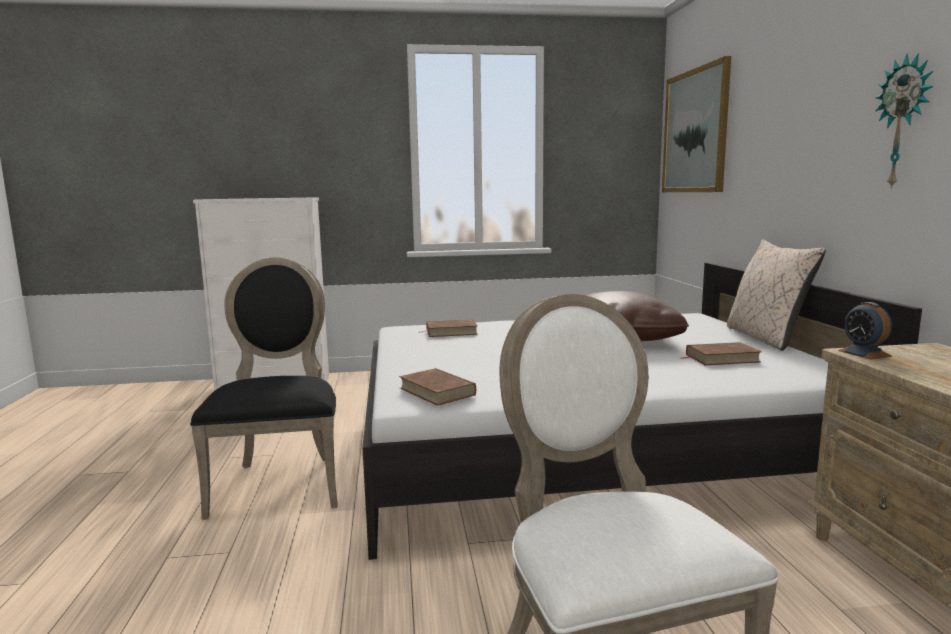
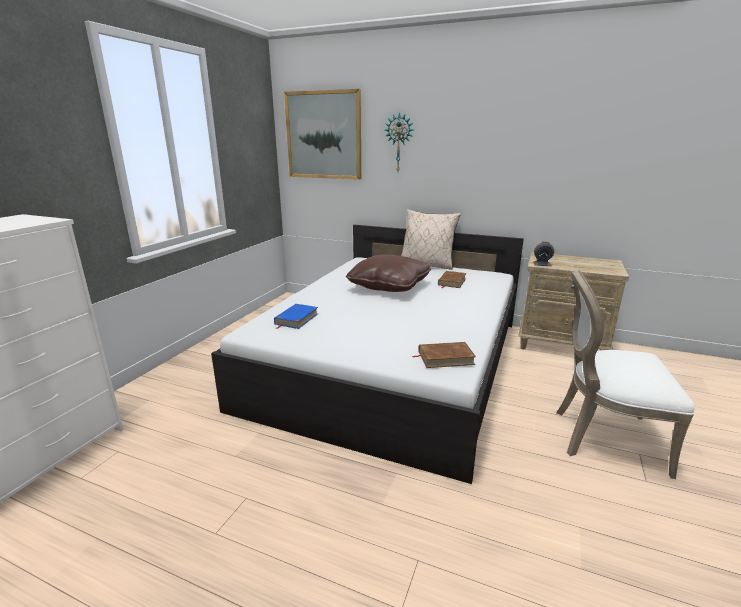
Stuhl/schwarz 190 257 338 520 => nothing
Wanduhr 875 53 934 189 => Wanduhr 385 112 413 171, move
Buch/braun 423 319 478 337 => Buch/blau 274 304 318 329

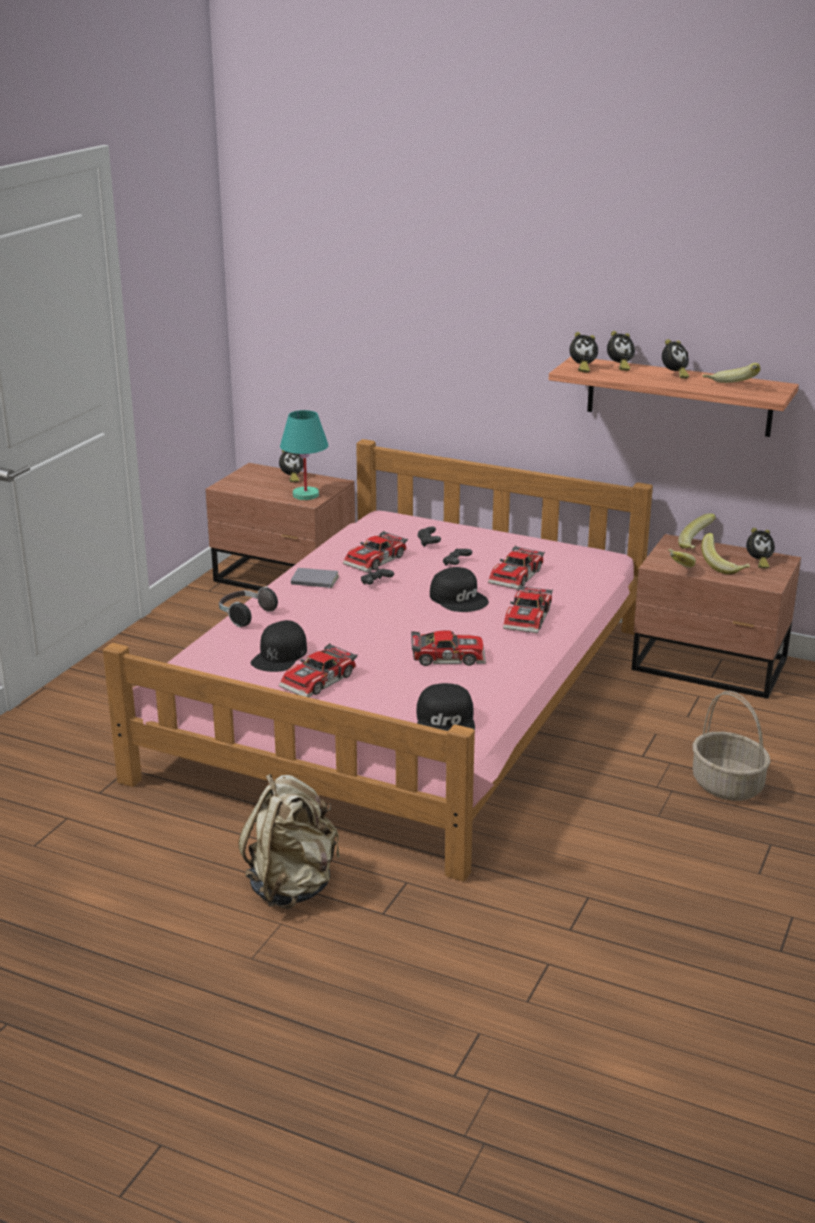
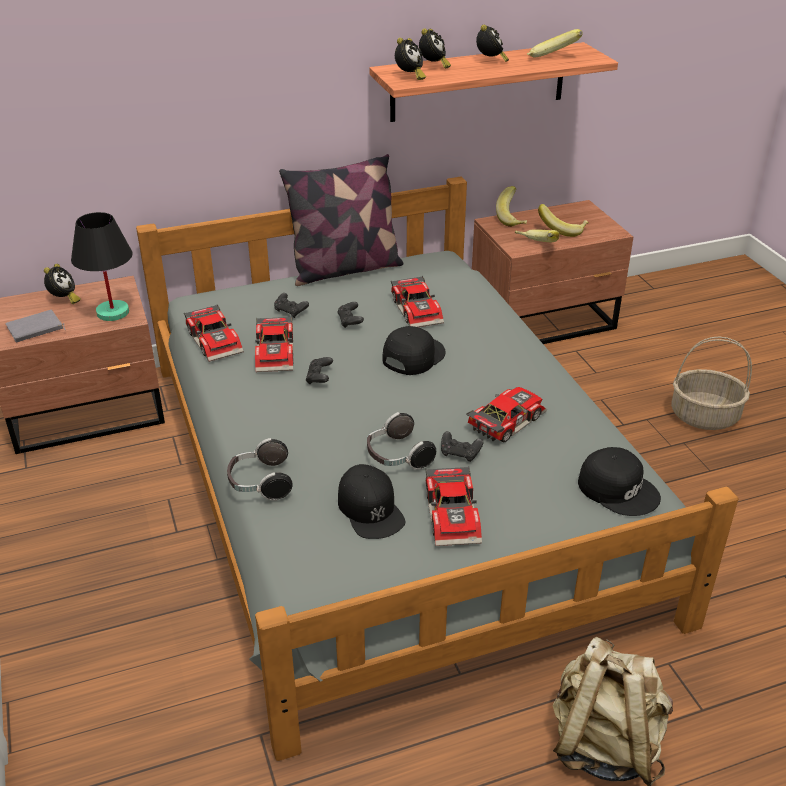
Wecker 746 528 775 569 => nothing
nothing => Kissen 279 154 403 286
nothing => Kopfhörer 367 412 436 470
nothing => Gamepad/schwarz 441 431 483 462
Buch/grau 291 568 339 589 => Buch/grau 6 310 65 342, move
Spielzeugauto 503 585 553 633 => Spielzeugauto 184 304 244 362, move
Bett/rosa 103 439 653 882 => Bett/grau 136 177 739 761
Tischlampe/türkis 280 410 328 500 => Tischlampe/schwarz 71 212 132 321
Kappe/schwarz 430 567 489 612 => Kappe/schwarz 383 326 446 375, 60 degrees counterclockwise

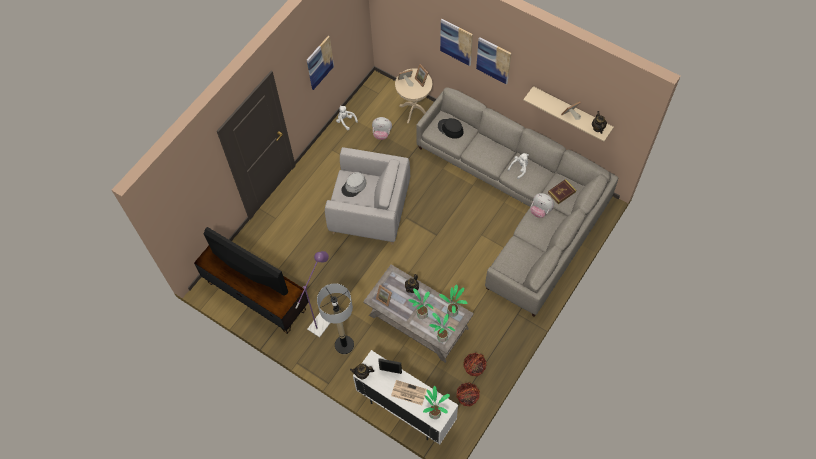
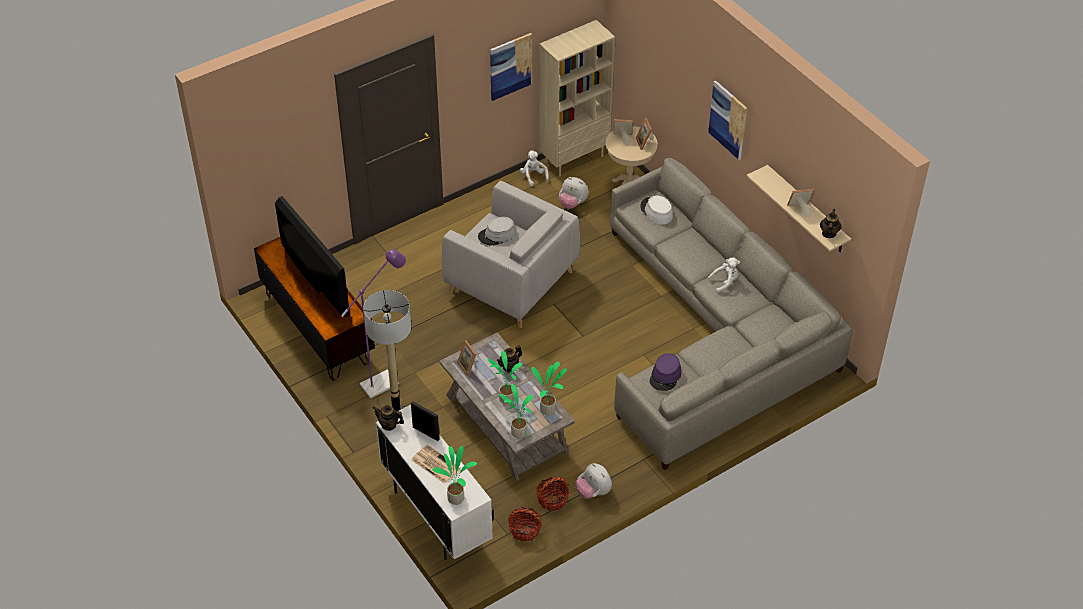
Bild 440 19 473 66 => nothing
Buch 548 179 576 204 => nothing
nothing => Bücherregal/beige 539 20 615 176
nothing => Hut/lila 650 353 681 391
Plüschtier 530 193 554 218 => Plüschtier 575 463 612 499, move
Hut/schwarz 438 118 463 139 => Hut/weiß 640 196 673 224

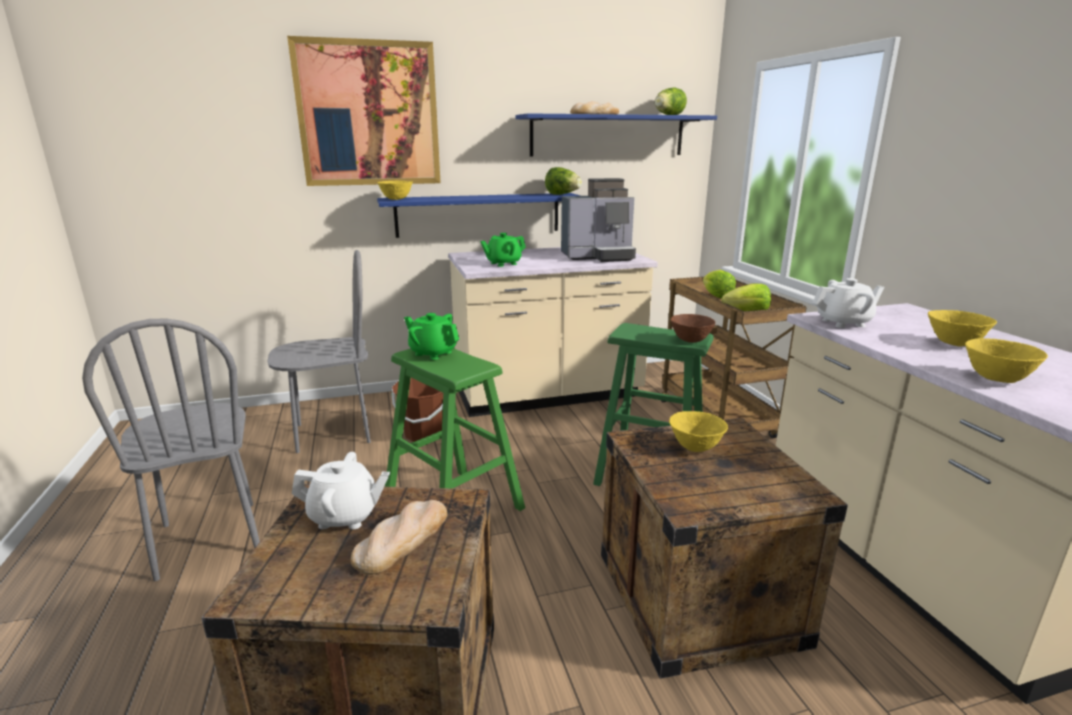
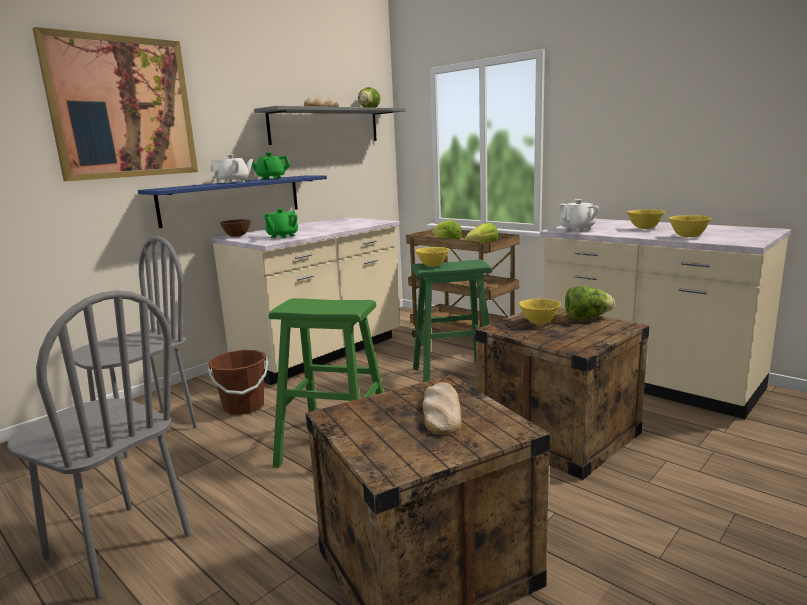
Kaffeemaschine 561 178 636 262 => nothing
Teekanne/weiß 292 452 390 529 => Teekanne/weiß 210 154 253 183, move
Schüssel/gelb 378 181 413 200 => Schüssel/gelb 416 247 449 267, move
Teekanne/grün 404 313 459 360 => Teekanne/grün 248 152 290 180, move
Salatkopf 545 167 582 195 => Salatkopf 565 286 615 319, move
Schüssel/braun 671 314 716 343 => Schüssel/braun 220 219 251 237, move
Wandregal/blau 516 113 717 156 => Wandregal/grau 254 106 406 145

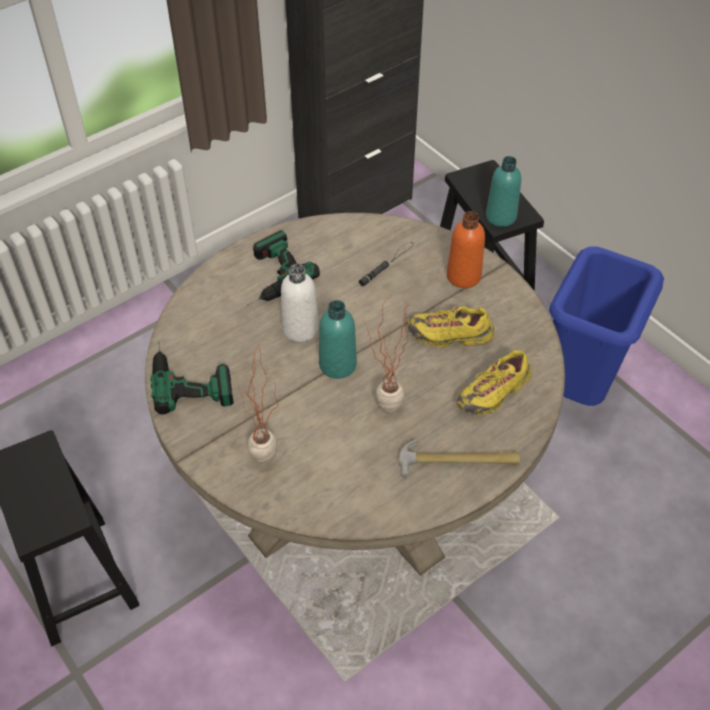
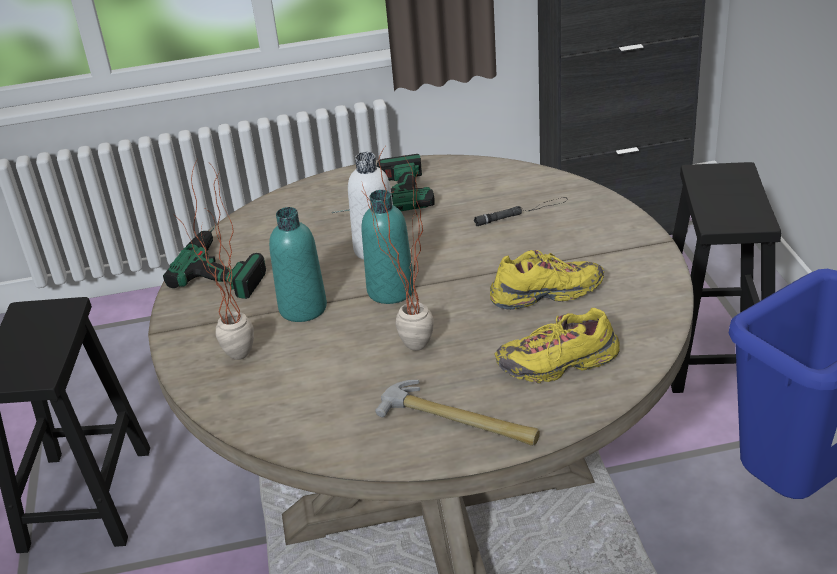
Flasche/orange 447 211 485 288 => nothing
Flasche/türkis 486 156 521 227 => Flasche/türkis 269 207 327 322, move
Schuh/gelb 407 306 494 348 => Schuh/gelb 490 250 604 310, 135 degrees clockwise

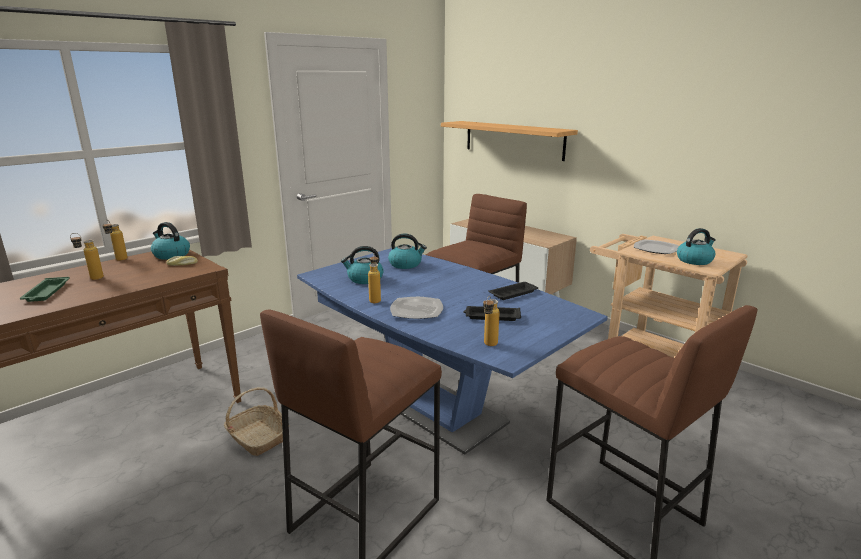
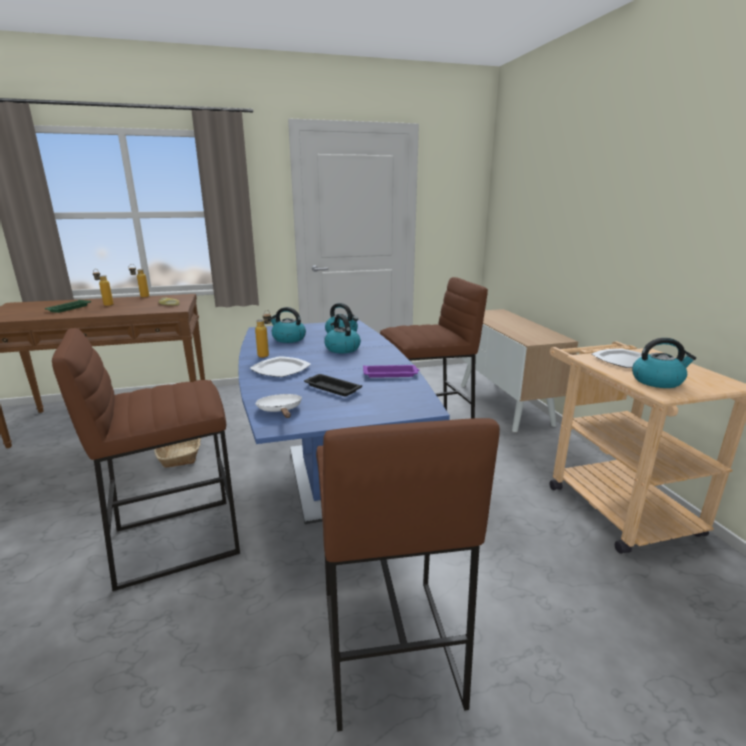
Wandregal 441 121 578 161 => nothing
Wasserkessel 151 222 190 260 => Wasserkessel 324 315 361 353, move
Flasche 483 296 500 346 => Pfanne/weiß 255 394 302 418
Tablett/schwarz 489 282 538 300 => Tablett/lila 363 365 419 377

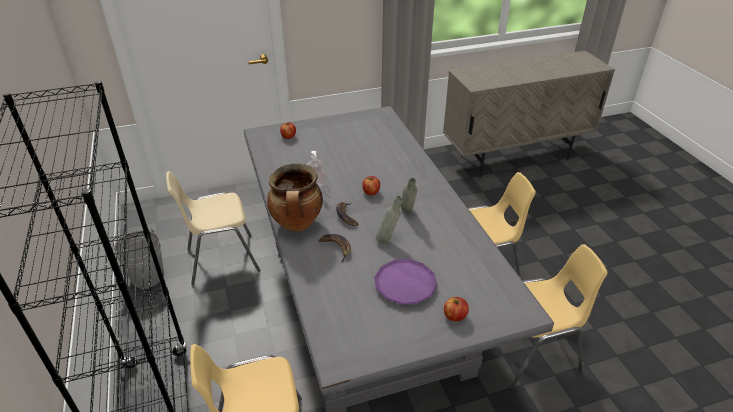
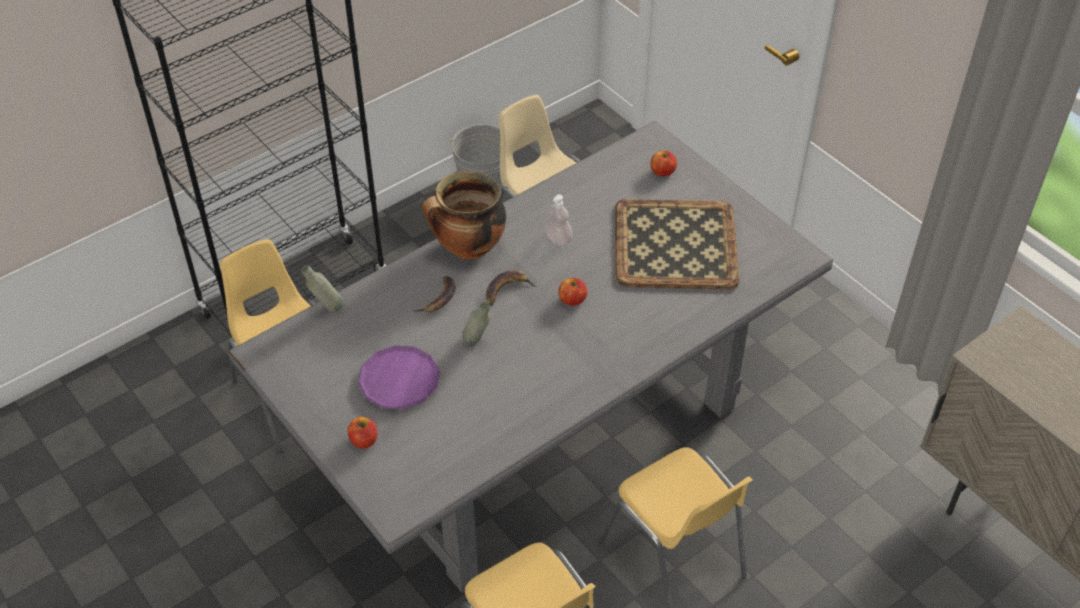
nothing => Tablett 615 199 740 290
Flasche/grau 400 178 417 212 => Flasche/grau 301 265 343 312, move

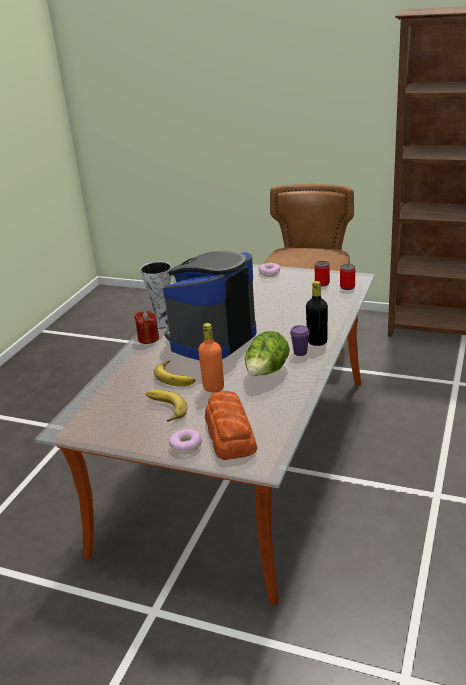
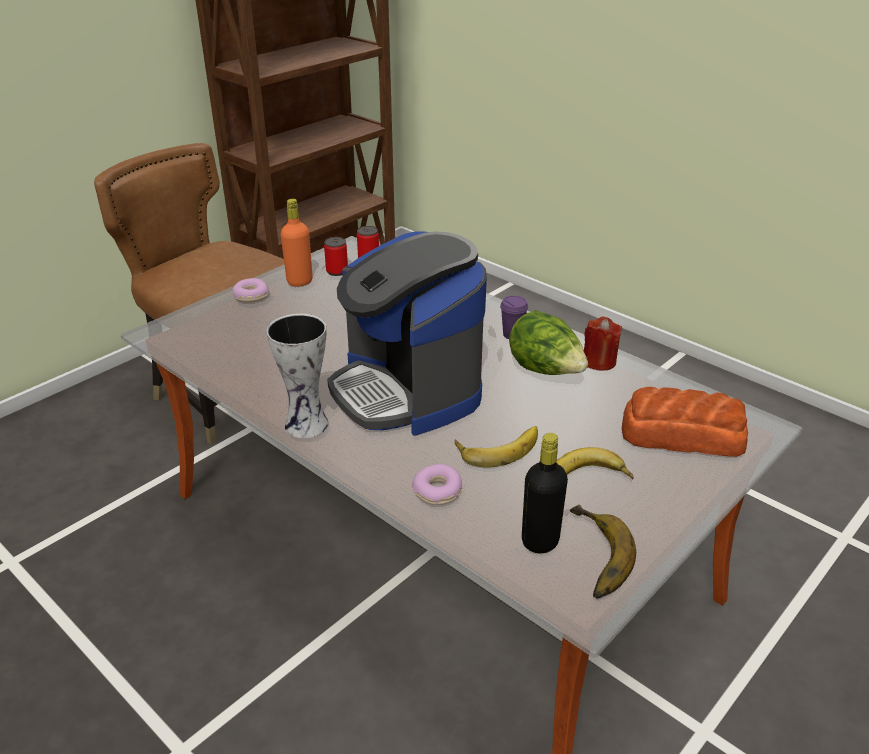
nothing => Banane 570 505 636 598
Kerze/rot 134 311 159 344 => Kerze/rot 584 317 622 371, move
Donut 169 429 202 454 => Donut 412 464 462 505, move
Flasche/orange 198 323 224 392 => Flasche/orange 281 199 312 286, move
Flasche/schwarz 306 281 328 346 => Flasche/schwarz 522 433 568 553, move

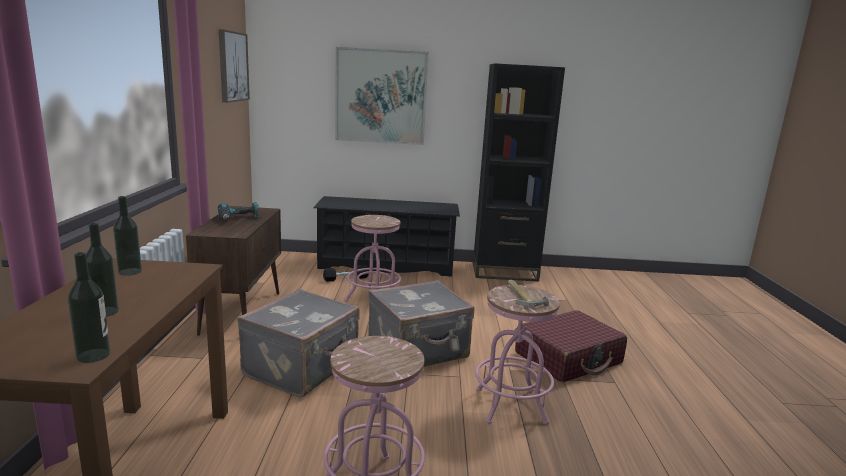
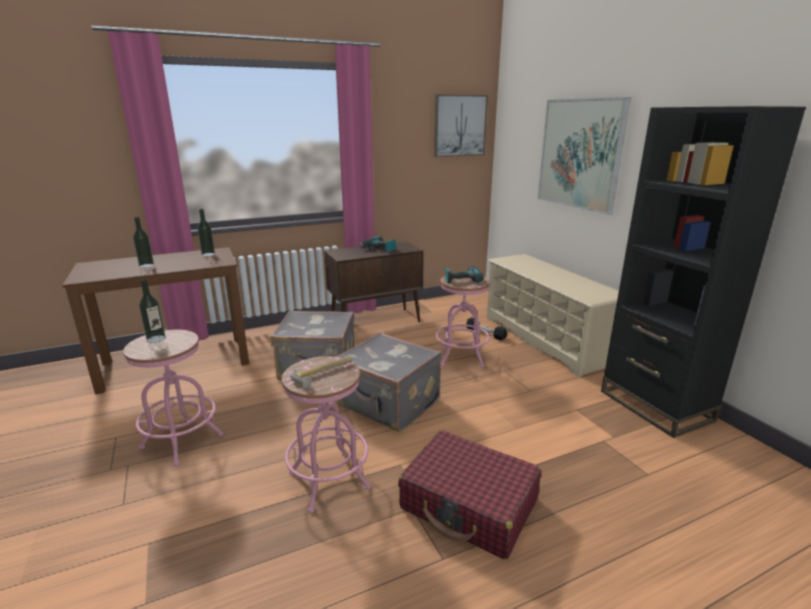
nothing => Bohrmaschine 444 265 483 283
Flasche 68 252 110 363 => Flasche 139 279 165 343, move
Schuhregal/schwarz 313 196 460 277 => Schuhregal/beige 487 254 619 377

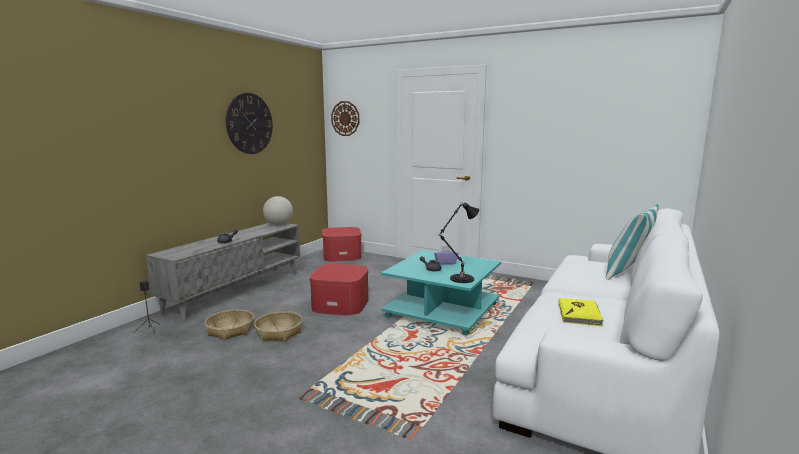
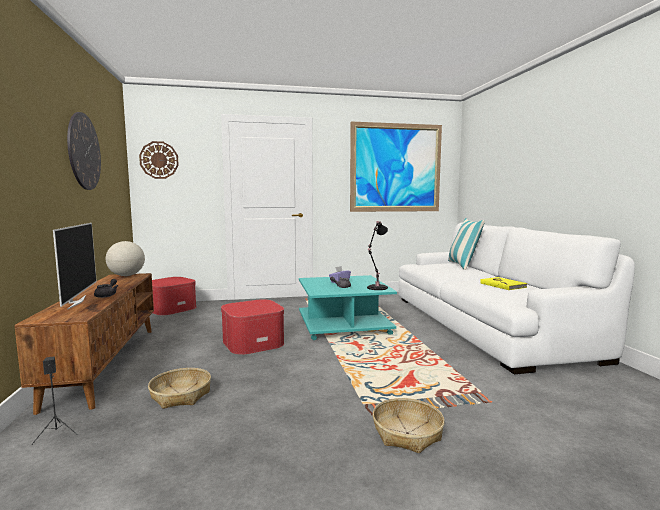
nothing => Fernseher 53 223 97 310
nothing => Bild 350 122 442 212
Korb 254 311 302 341 => Korb 373 398 445 453, move
Fernsehschrank/grau 146 223 300 322 => Fernsehschrank/braun 14 273 154 415

